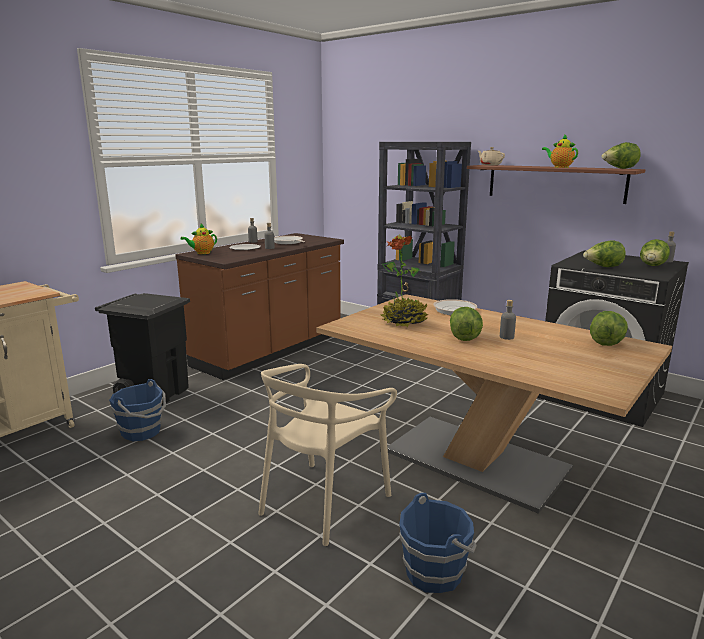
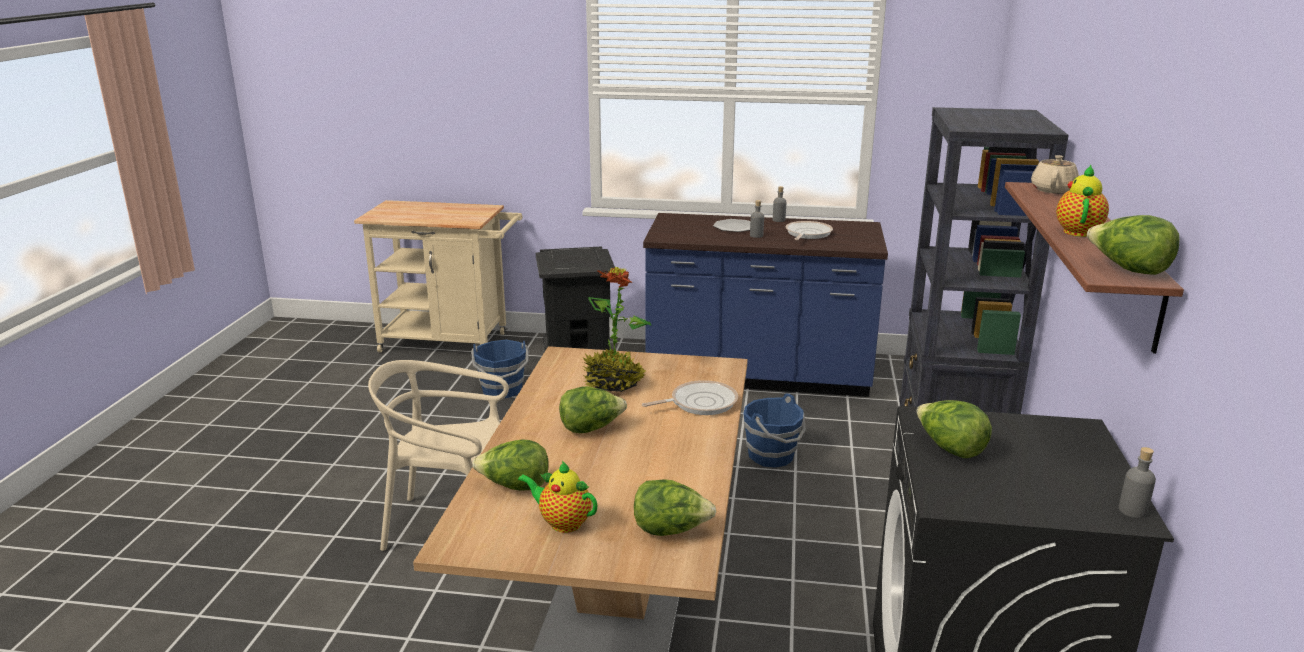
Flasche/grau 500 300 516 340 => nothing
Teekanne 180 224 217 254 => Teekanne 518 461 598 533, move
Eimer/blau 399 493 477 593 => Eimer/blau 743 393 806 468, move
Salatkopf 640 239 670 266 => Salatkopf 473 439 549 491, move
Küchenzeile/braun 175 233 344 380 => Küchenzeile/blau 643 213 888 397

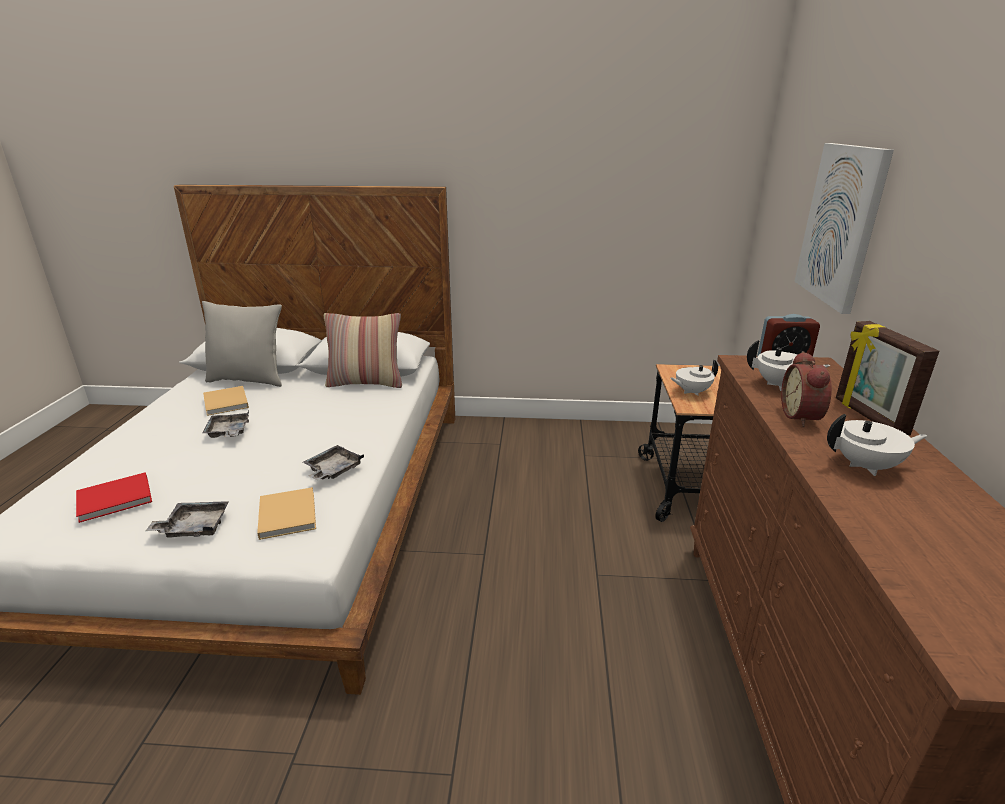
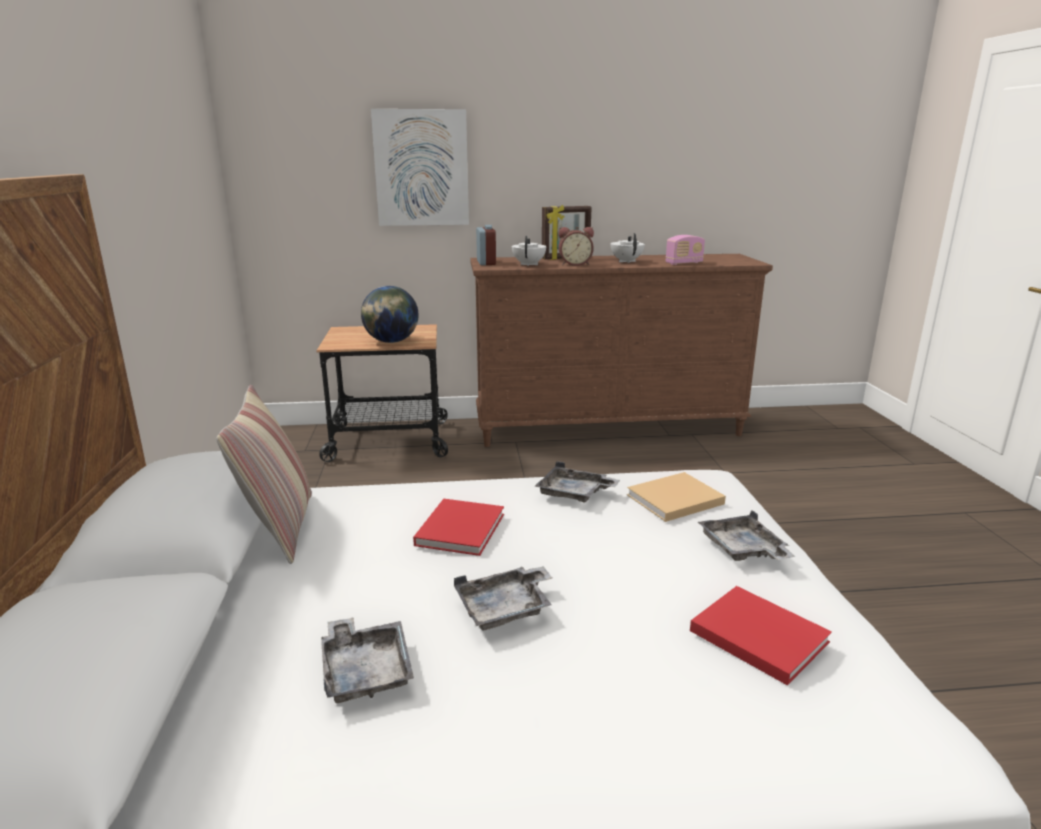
Kissen/grau 202 301 282 387 => nothing
nothing => Buch/rot 413 499 504 556
nothing => Radio 666 235 705 265
Buch/beige 203 386 249 416 => Tablett/grau 321 618 414 703
Teekanne/weiß 670 359 718 396 => Globus 361 286 419 343

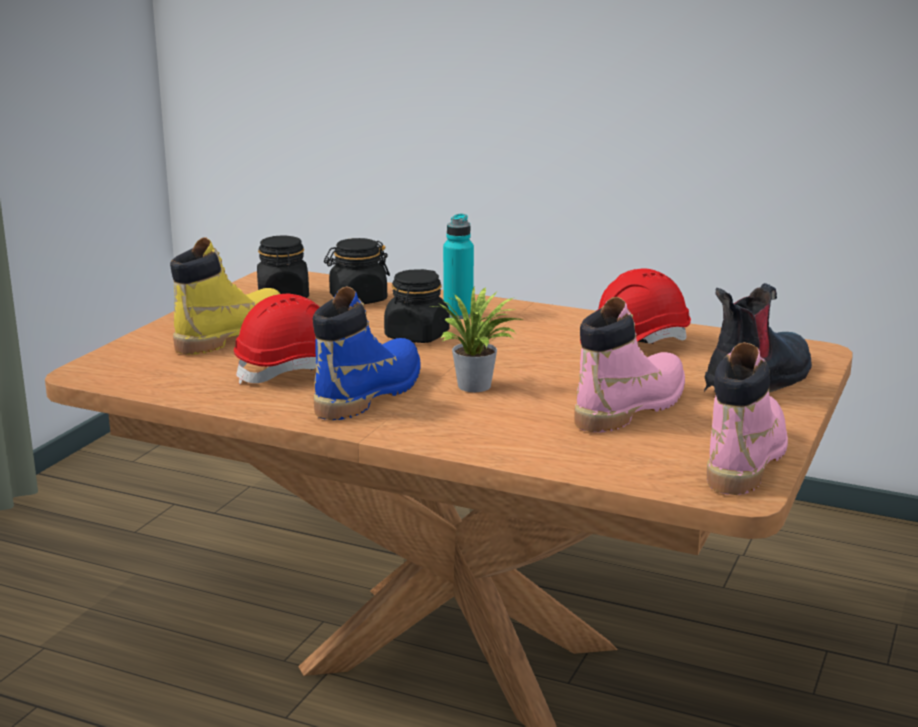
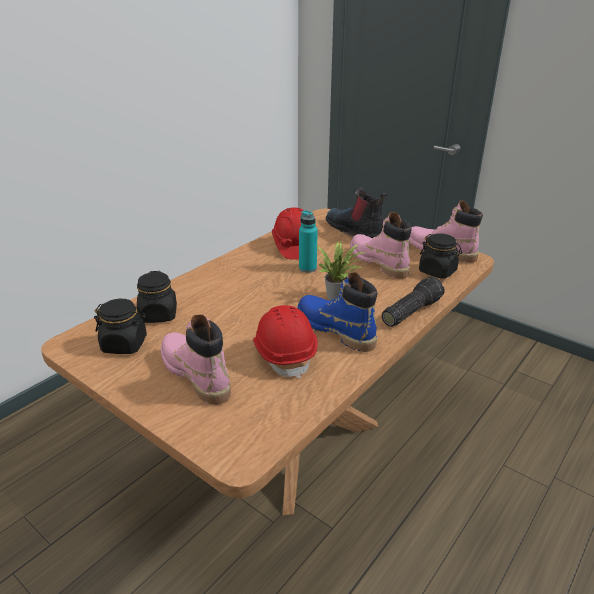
nothing => Taschenlampe 382 277 445 327
Vorratsglas/schwarz 384 269 450 343 => Vorratsglas/schwarz 419 233 462 279, move
Flasche/türkis 443 214 474 319 => Flasche/türkis 299 210 318 273, move
Stiefel/gelb 170 237 280 355 => Stiefel/rosa 161 314 231 405

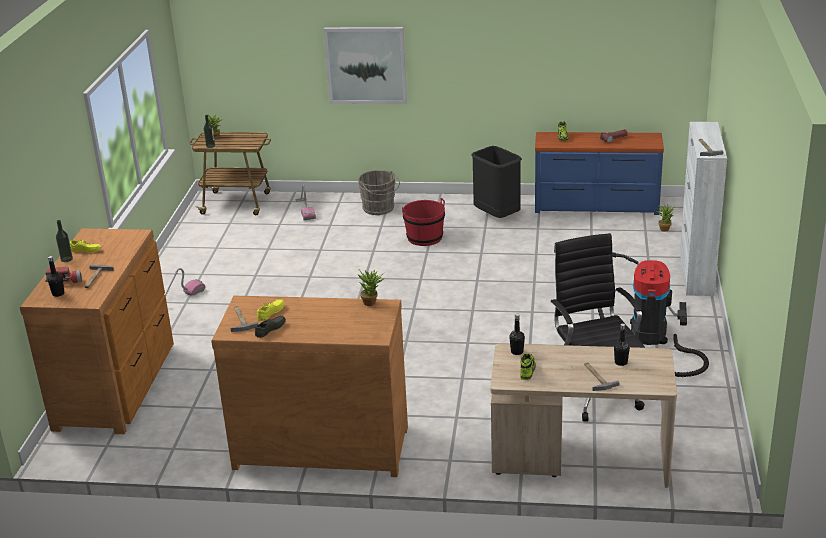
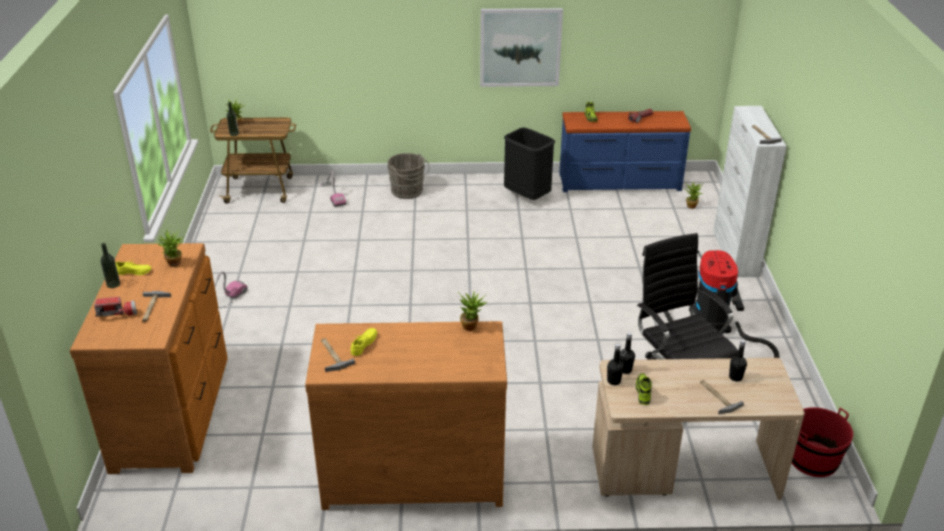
Schuh/grau 255 316 286 338 => nothing
nothing => Topfpflanze 157 229 184 267
Flasche/schwarz 47 256 64 297 => Flasche/schwarz 607 343 624 385, move
Bild 324 27 407 104 => Bild 480 8 563 87, move
Eimer/rot 402 198 445 246 => Eimer/rot 792 407 853 477, move

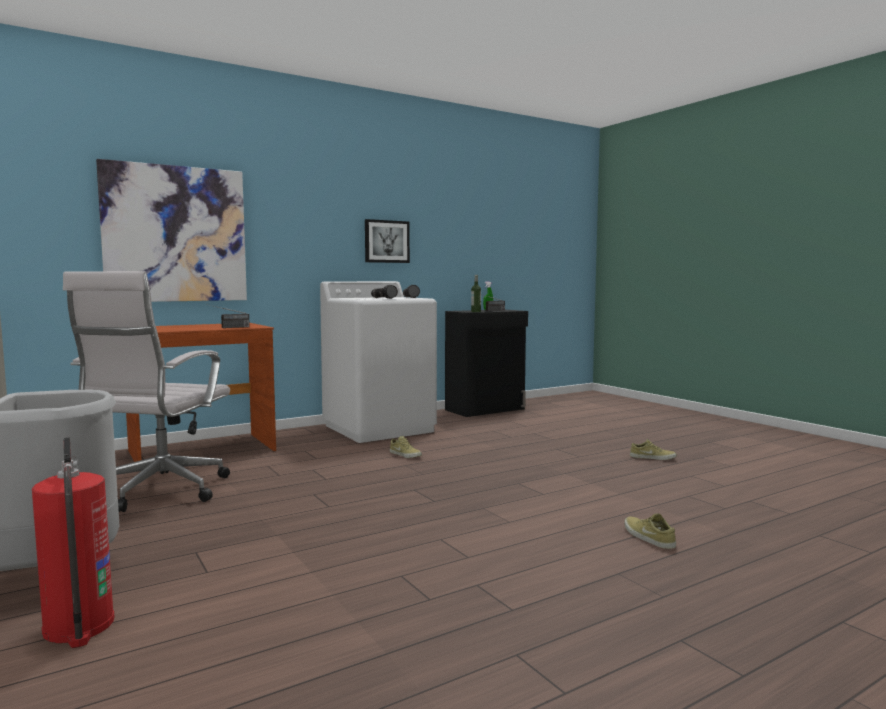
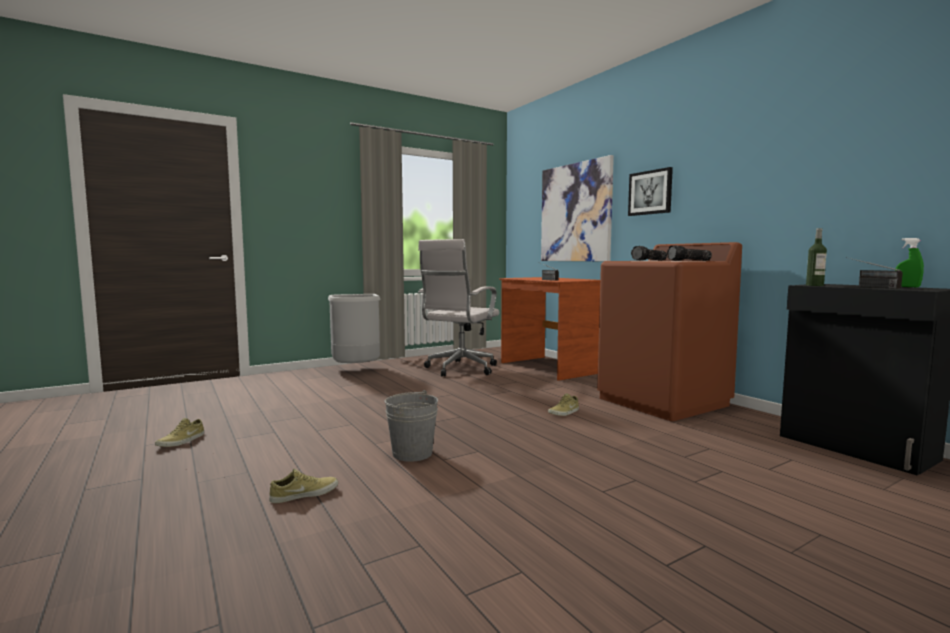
Feuerlöscher 32 438 115 648 => nothing
nothing => Eimer/grau 385 390 438 462
Bild 365 219 410 263 => Bild 628 167 673 216, move
Schuh/beige 630 439 677 460 => Schuh/beige 155 418 204 447, move
Waschmaschine/weiß 320 281 437 443 => Waschmaschine/braun 597 242 742 421
Bürostuhl/weiß 63 271 230 512 => Bürostuhl/weiß 418 239 499 377, 75 degrees counterclockwise

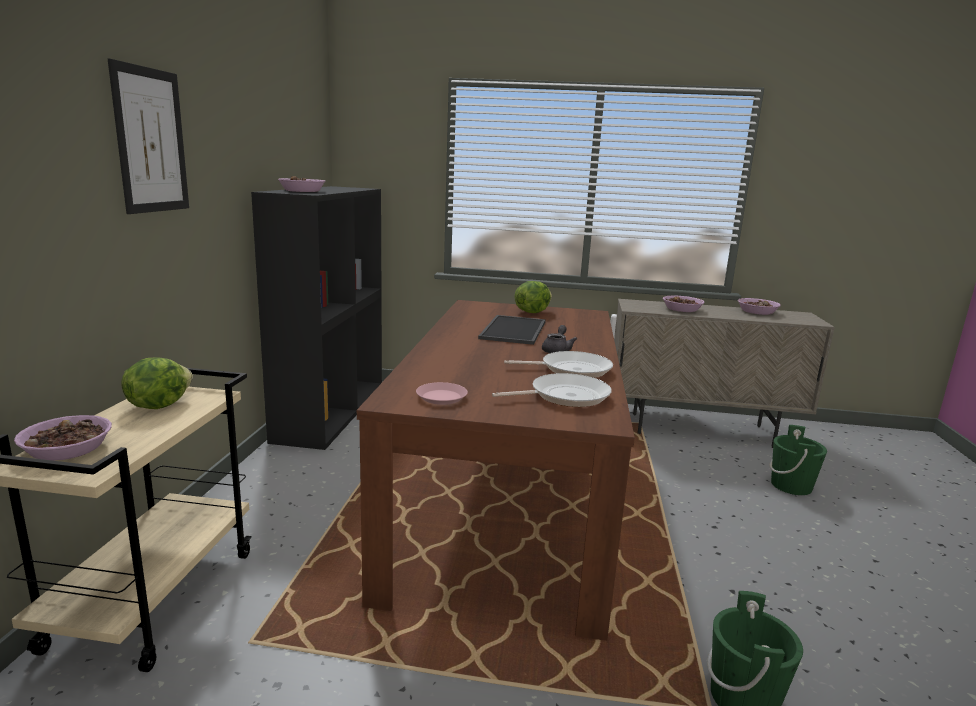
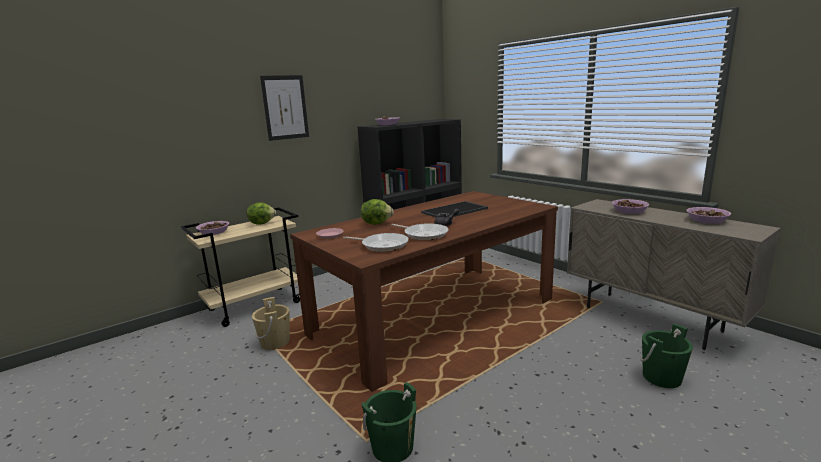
nothing => Eimer/beige 252 297 290 350
Salatkopf 514 281 552 313 => Salatkopf 361 199 394 225, move

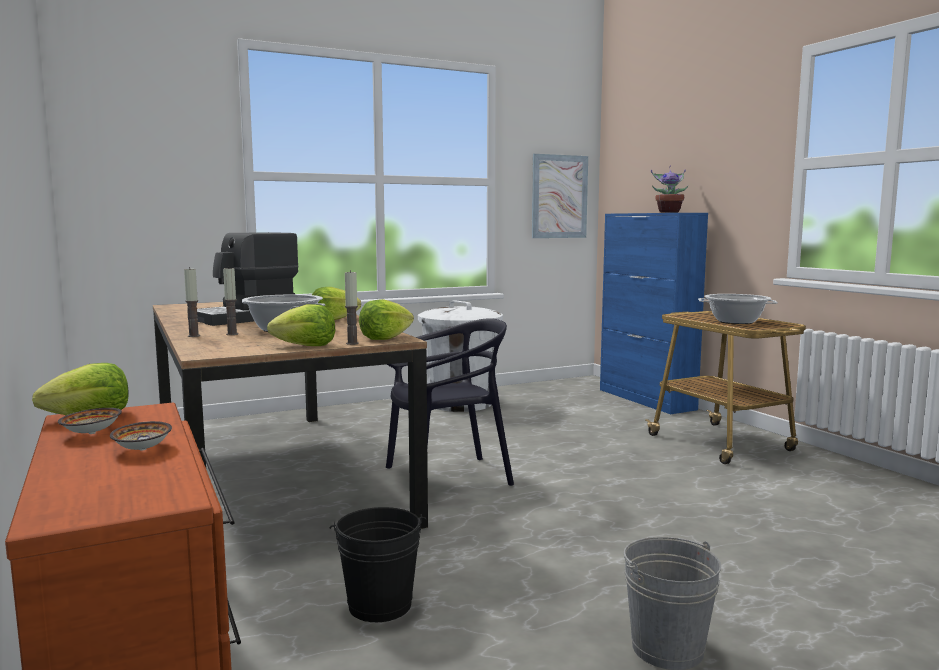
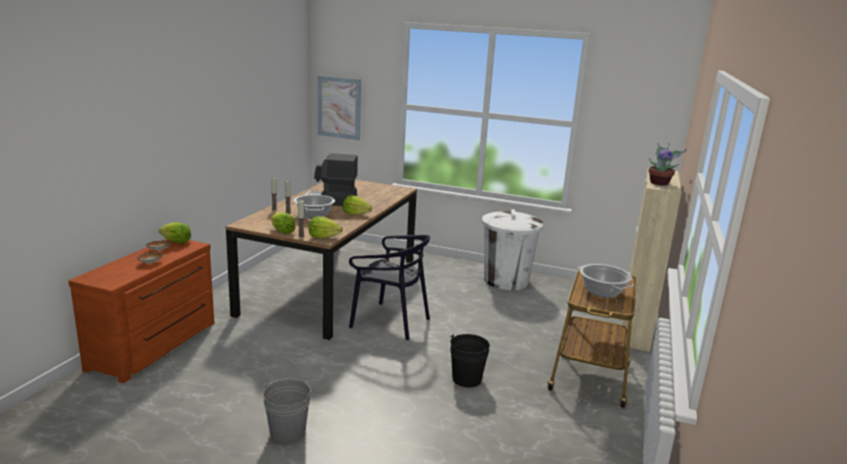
Eimer/schwarz 330 507 427 622 => Eimer/schwarz 450 334 490 387, move
Bild 532 154 588 238 => Bild 318 76 361 140, move
Schrank/blau 600 213 708 414 => Schrank/beige 621 168 682 352

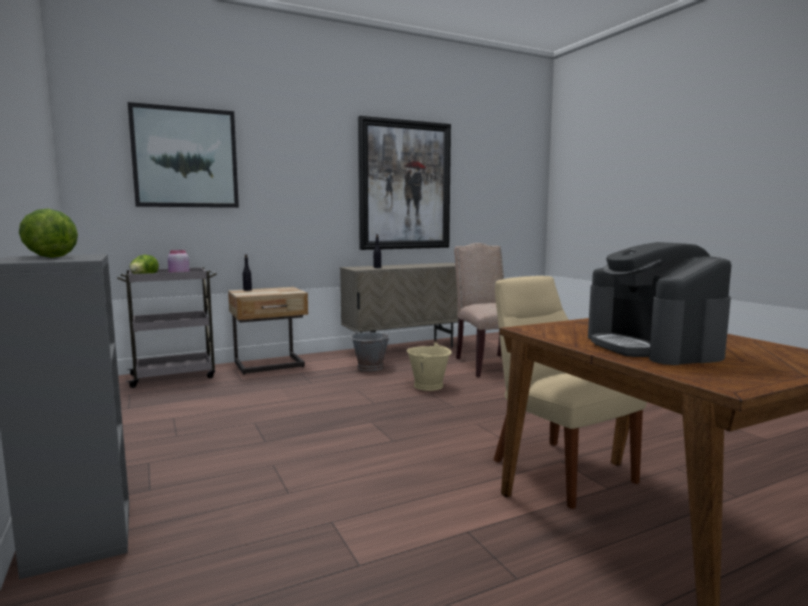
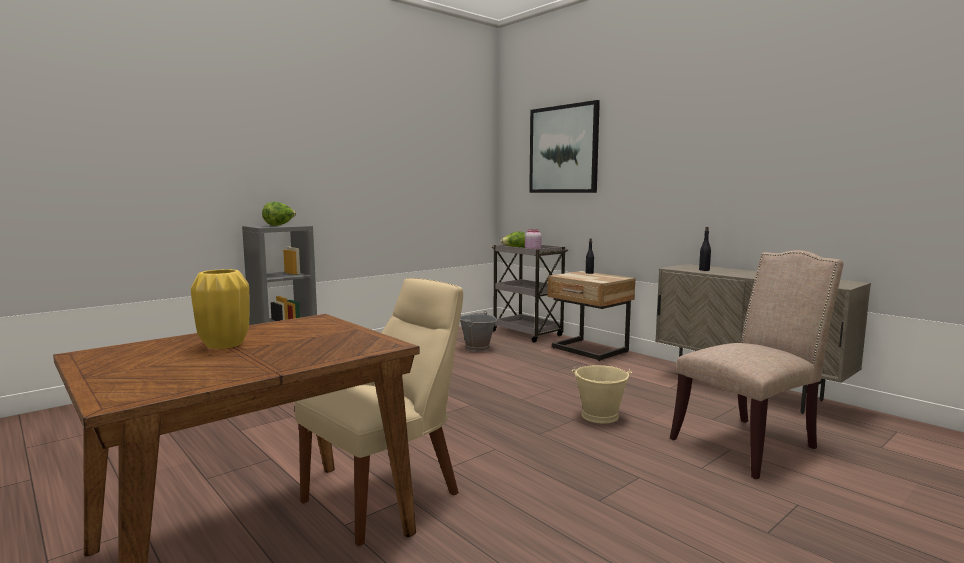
Bild 358 116 451 250 => nothing
Eimer/grau 350 330 390 371 => Eimer/grau 460 311 497 352, move
Kaffeemaschine 588 242 731 365 => Vase/gelb 191 269 249 349

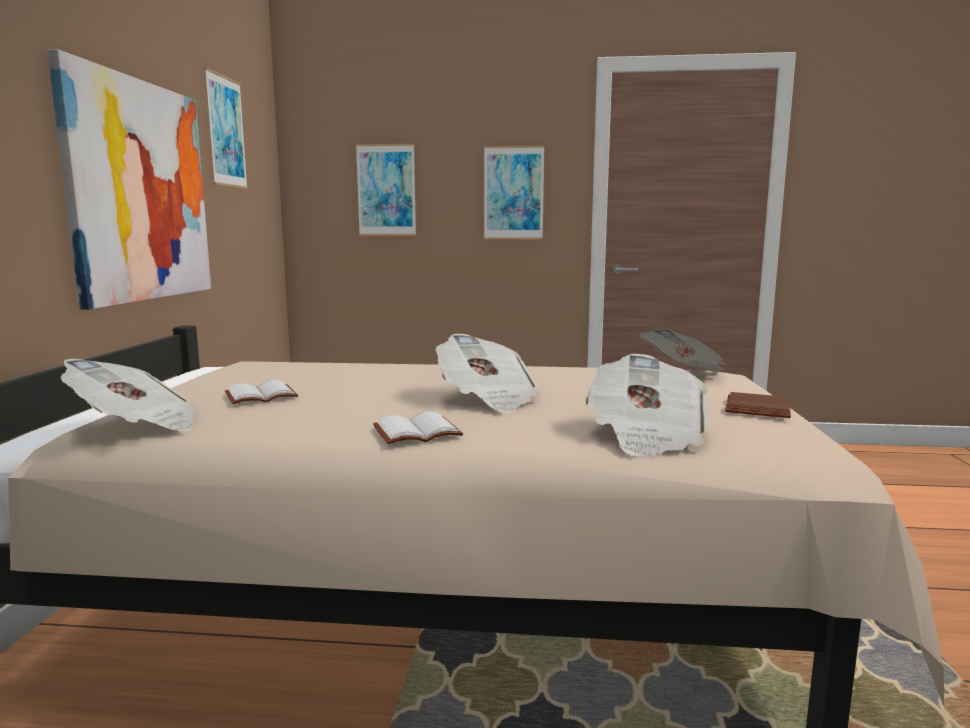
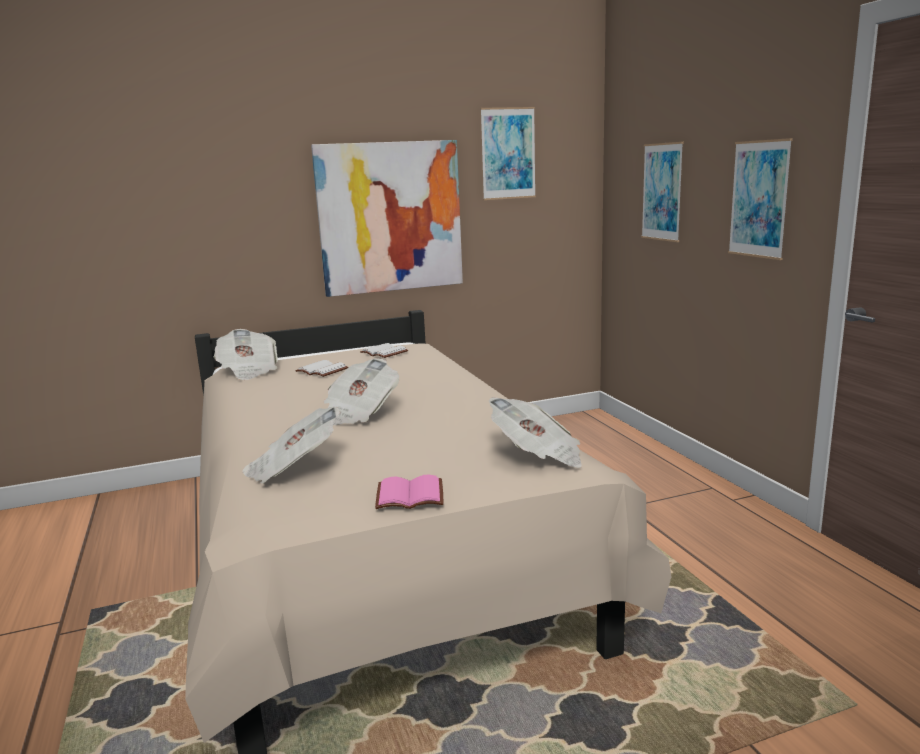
Buch/weiß 373 412 463 444 => Buch/weiß 360 343 408 358, move
Buch/braun 725 392 791 418 => Buch/rosa 375 475 444 509

